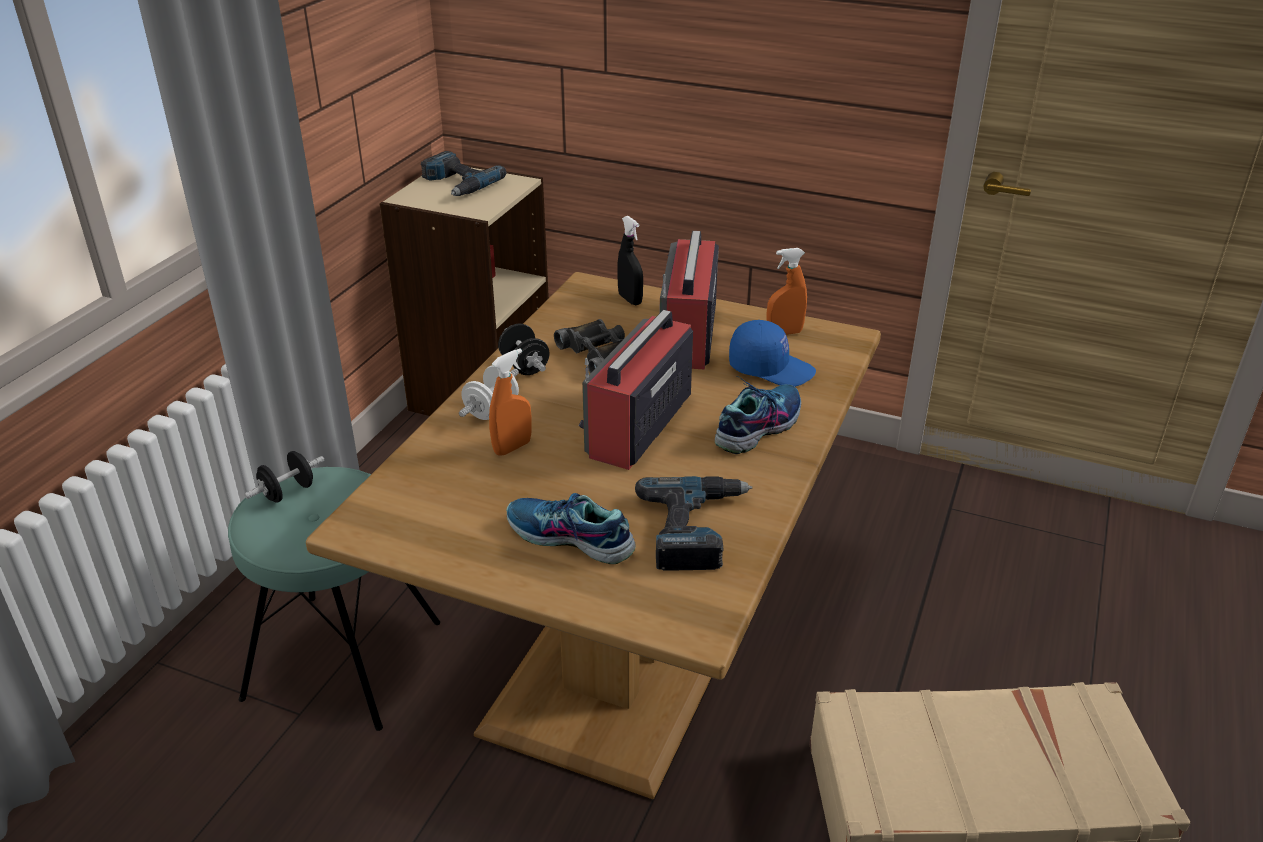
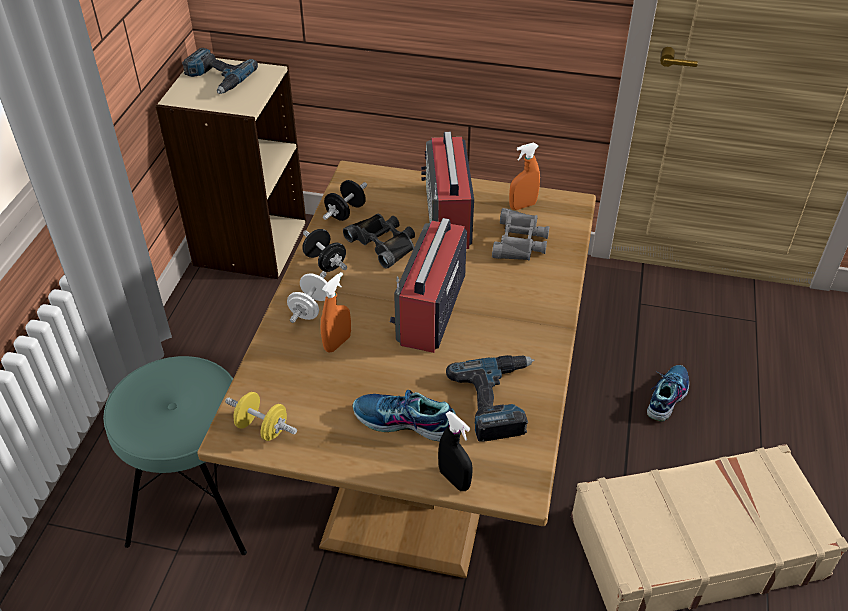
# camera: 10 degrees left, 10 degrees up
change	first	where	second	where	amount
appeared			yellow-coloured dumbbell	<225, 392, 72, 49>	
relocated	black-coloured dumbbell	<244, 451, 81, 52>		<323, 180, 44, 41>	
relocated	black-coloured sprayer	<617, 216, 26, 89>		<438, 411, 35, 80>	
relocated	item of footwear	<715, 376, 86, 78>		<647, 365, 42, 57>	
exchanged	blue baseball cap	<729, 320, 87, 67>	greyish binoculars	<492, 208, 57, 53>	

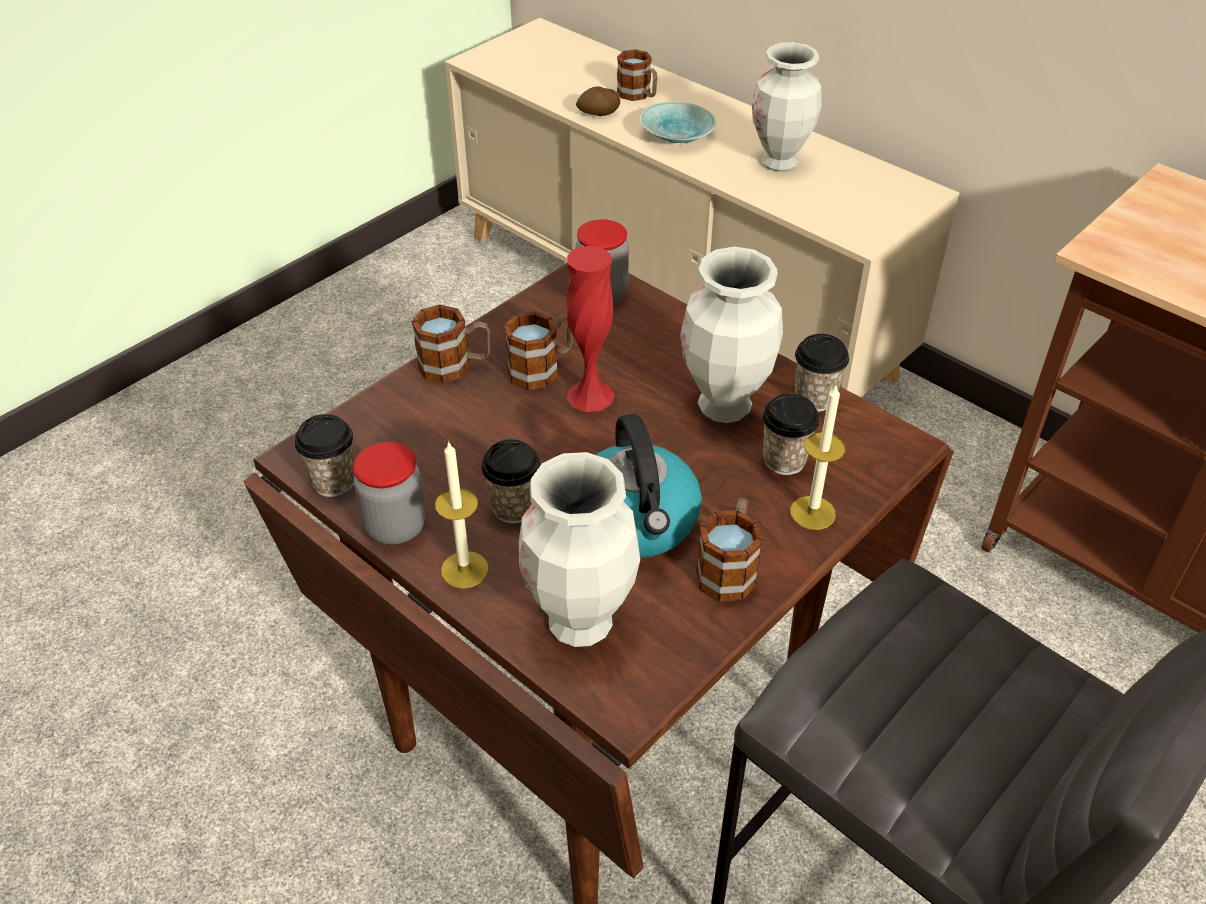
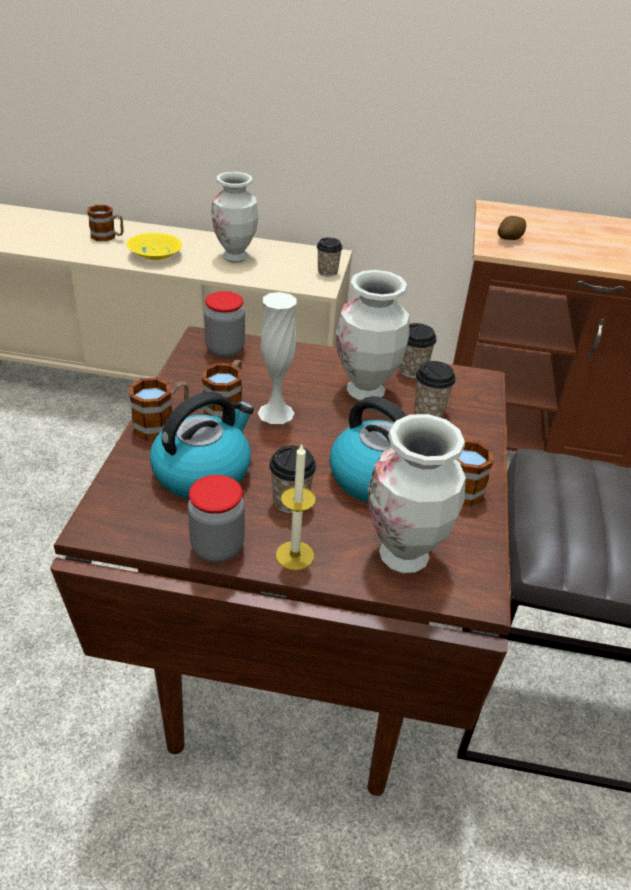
# camera: 35 degrees left, 5 degrees down
change	first	where	second	where	amount
missing	wax light	<790, 386, 55, 144>			
appeared			tea kettle	<150, 392, 104, 107>	
relocated	small cup	<295, 414, 60, 83>		<317, 237, 26, 40>	
relocated	potato	<576, 86, 44, 30>		<498, 216, 28, 24>	
colour	red decorative vase	<567, 246, 48, 166>	white decorative vase	<258, 292, 39, 132>	
colour	turquoise serving bowl	<640, 102, 76, 41>	yellow-coloured serving bowl	<126, 233, 56, 27>	

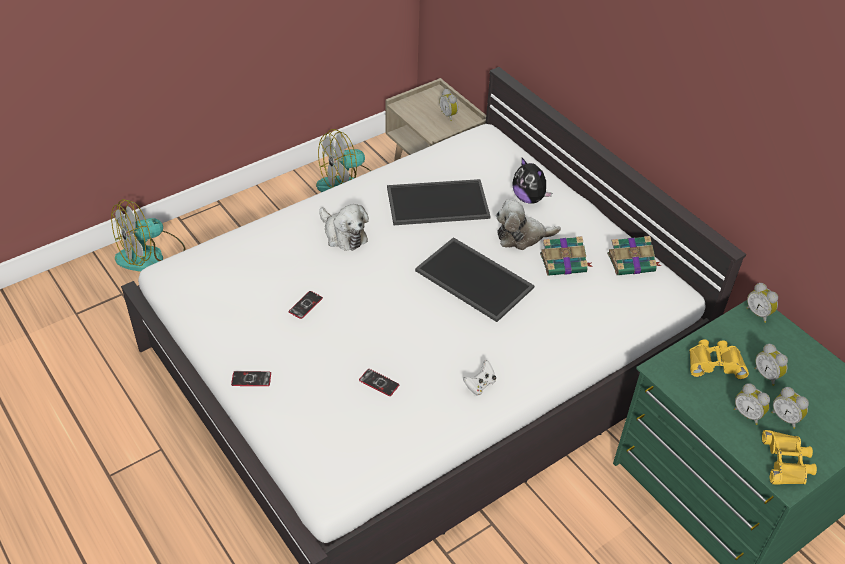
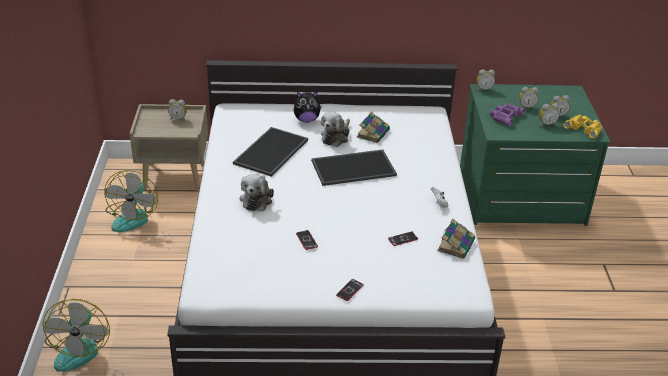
# camera: 55 degrees left, 10 degrees down
change	first	where	second	where	amount
relocated	bound book	<607, 236, 55, 39>		<437, 219, 38, 40>	
colour	yellow-coloured binoculars	<689, 340, 60, 39>	purplish binoculars	<490, 102, 35, 25>	
spun	plush toy	<319, 204, 50, 47>		<239, 174, 35, 37>	105 degrees clockwise

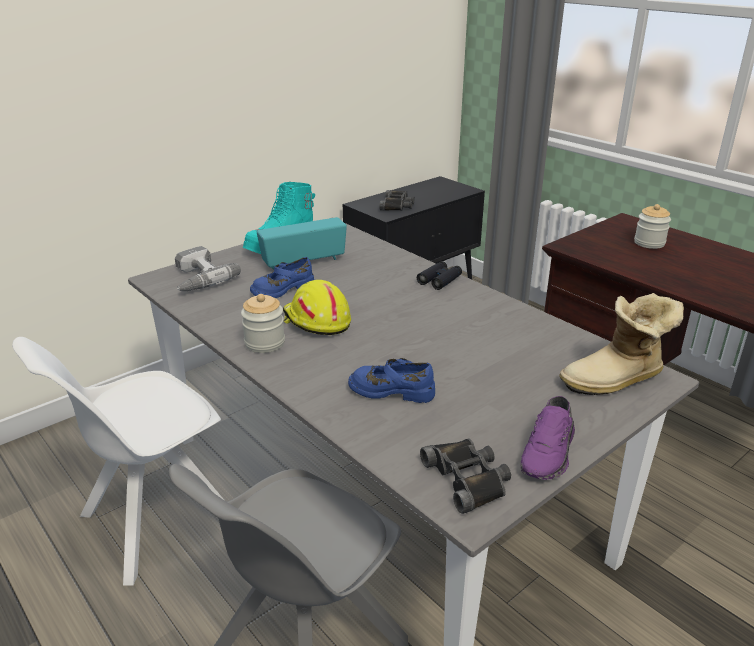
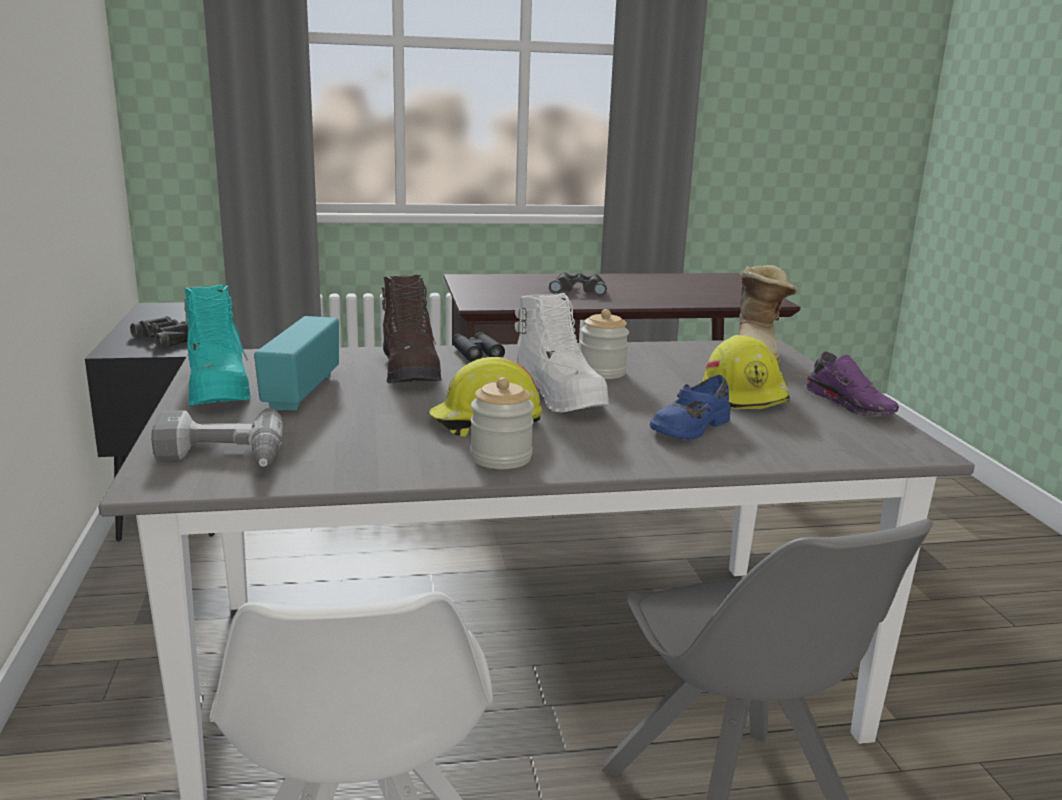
# camera: 60 degrees left, 10 degrees down
change	first	where	second	where	amount
missing	blue item of footwear	<250, 257, 64, 41>			
appeared			brownish boot	<382, 274, 59, 109>	
appeared			white boot	<515, 293, 94, 119>	
appeared			yellow-coloured work helmet	<703, 335, 87, 74>	
relocated	black-coloured binoculars	<420, 438, 91, 76>		<549, 272, 58, 24>	
relocated	preserve jar	<634, 204, 37, 45>		<580, 309, 49, 70>	

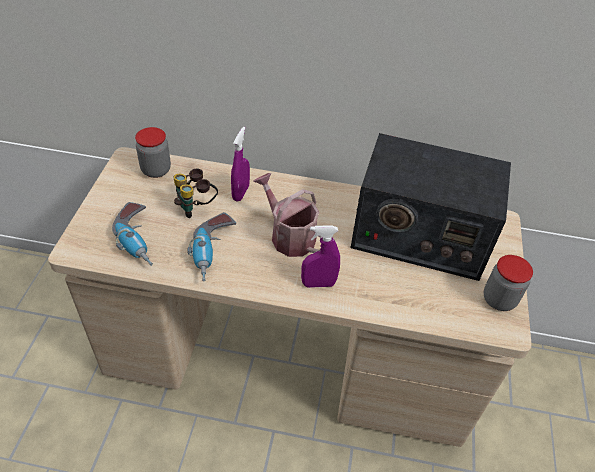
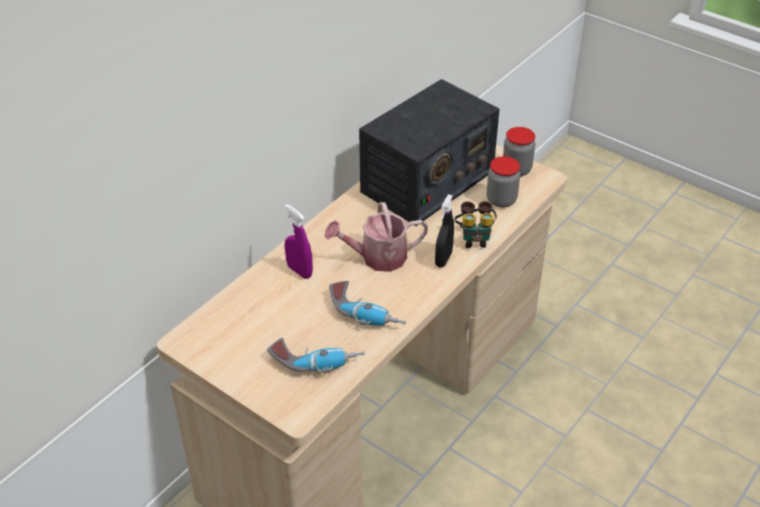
# camera: 60 degrees left, 5 degrees down
change	first	where	second	where	amount
relocated	preserve jar	<135, 127, 36, 51>		<487, 156, 33, 52>	
relocated	binoculars	<174, 168, 44, 50>		<455, 201, 42, 47>	
colour	purplish sprayer	<301, 225, 39, 63>	black-coloured sprayer	<435, 194, 19, 74>	

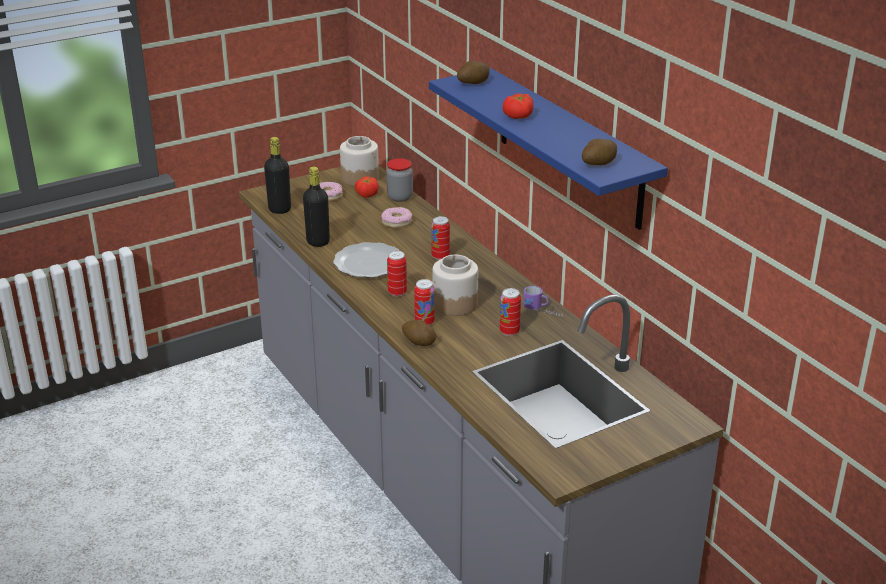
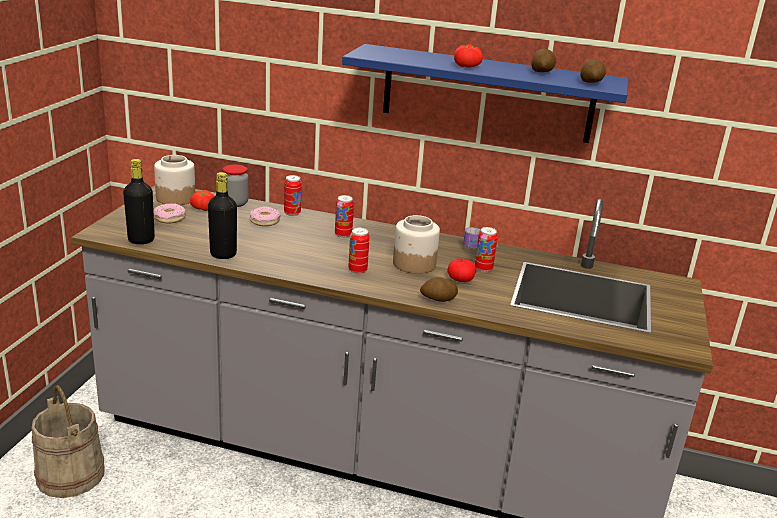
# camera: 45 degrees left, 5 degrees down
change	first	where	second	where	amount
missing	flat dish	<333, 242, 66, 36>			
appeared			beige-coloured bucket	<32, 385, 73, 113>	
appeared			fresh tomato	<448, 258, 28, 24>	
relocated	sealed can	<414, 279, 21, 47>		<284, 175, 18, 41>	
relocated	potato	<457, 61, 33, 23>		<531, 49, 25, 23>	

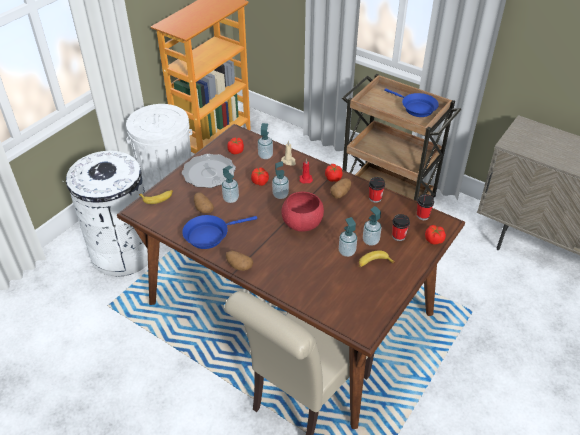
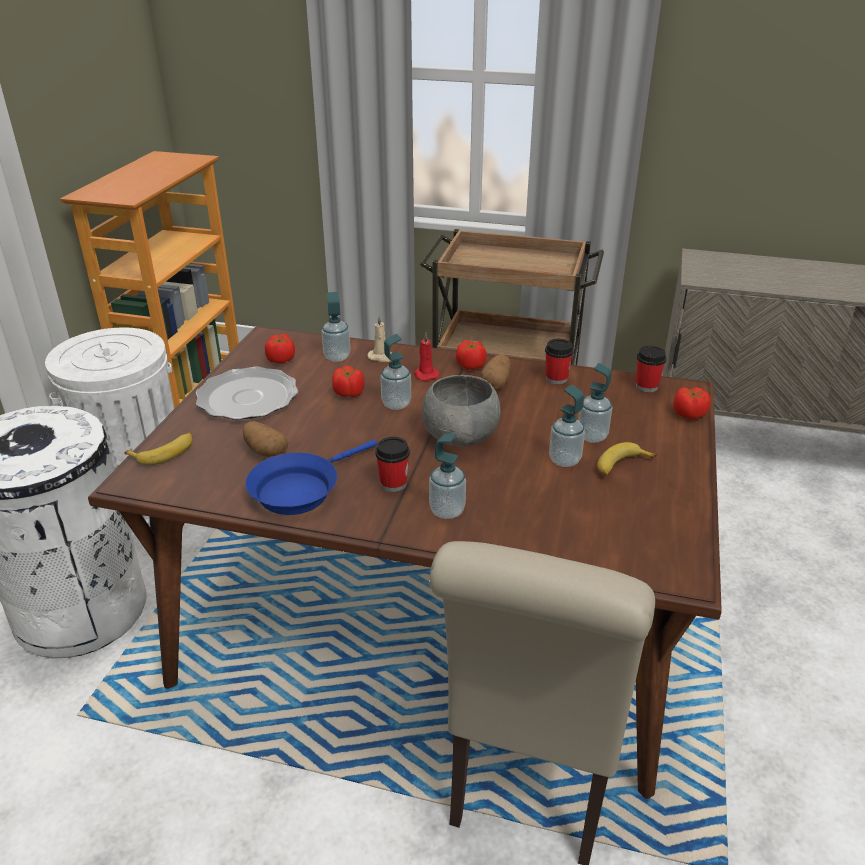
# camera: 20 degrees left, 10 degrees down
change	first	where	second	where	amount
missing	potato	<226, 251, 27, 20>			
missing	blue pan	<384, 88, 55, 29>			
relocated	liquid soap bottle	<222, 166, 17, 37>		<429, 434, 37, 85>	
relocated	small cup	<392, 214, 18, 27>		<375, 437, 35, 55>	
colour	red serving bowl	<281, 192, 43, 40>	greyish serving bowl	<422, 375, 78, 72>	

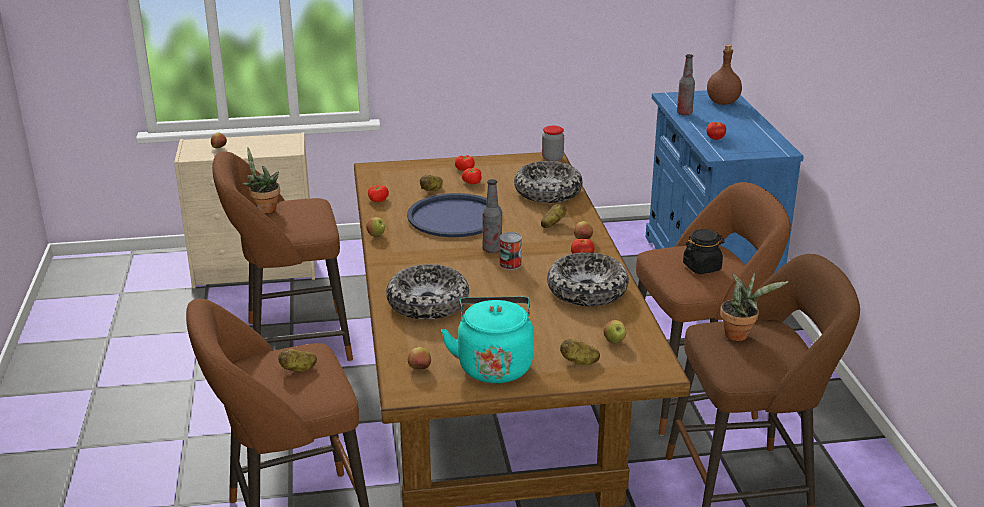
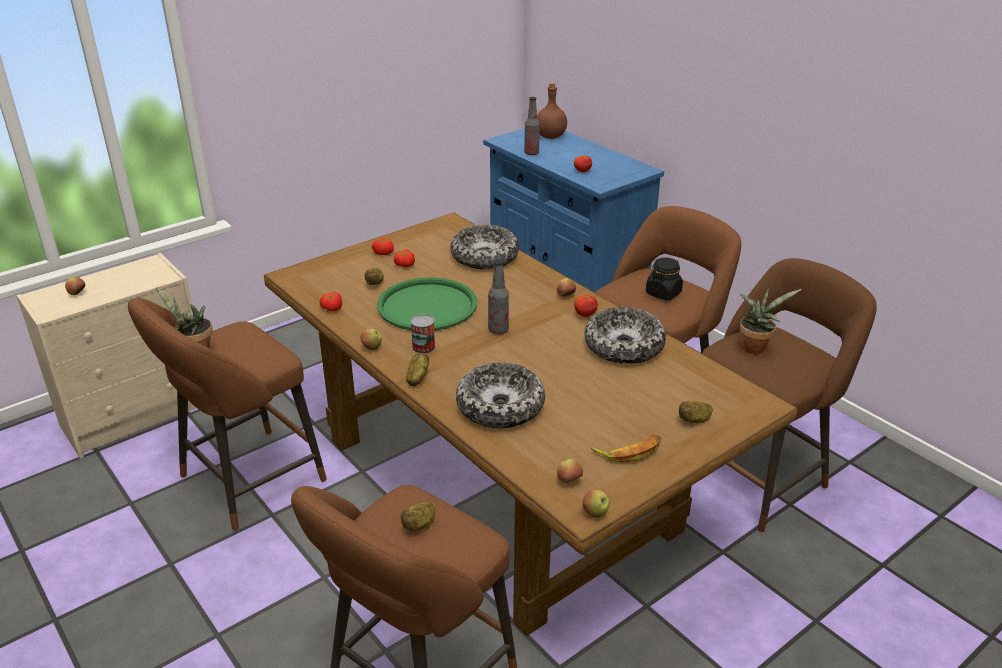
# camera: 30 degrees left, 5 degrees up
change	first	where	second	where	amount
missing	preserve jar	<542, 126, 22, 35>			
relocated	sealed can	<499, 232, 23, 38>		<411, 314, 24, 40>	
relocated	potato	<541, 204, 26, 24>		<406, 353, 23, 33>	
relocated	whole apple	<604, 320, 22, 24>		<583, 489, 27, 29>	
exchanged	turquoise tea kettle	<441, 297, 93, 87>	whole banana	<591, 434, 70, 28>	
colour	blue tray	<407, 193, 95, 44>	greenish tray	<377, 277, 100, 54>	

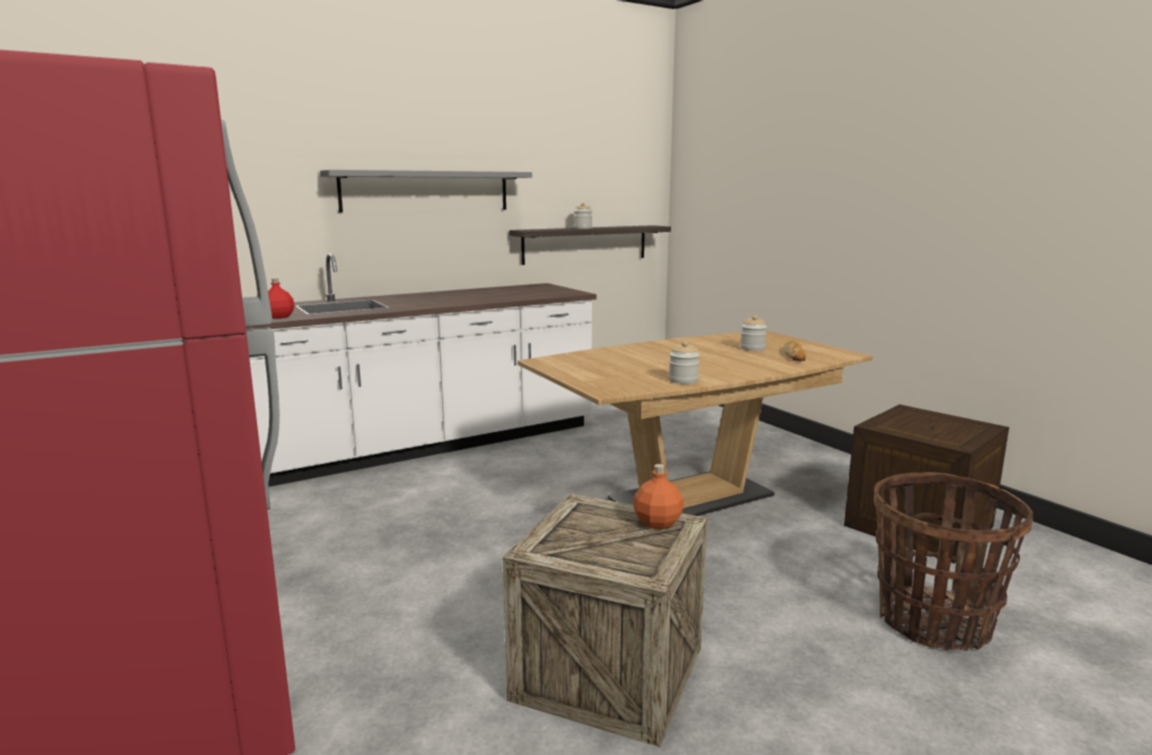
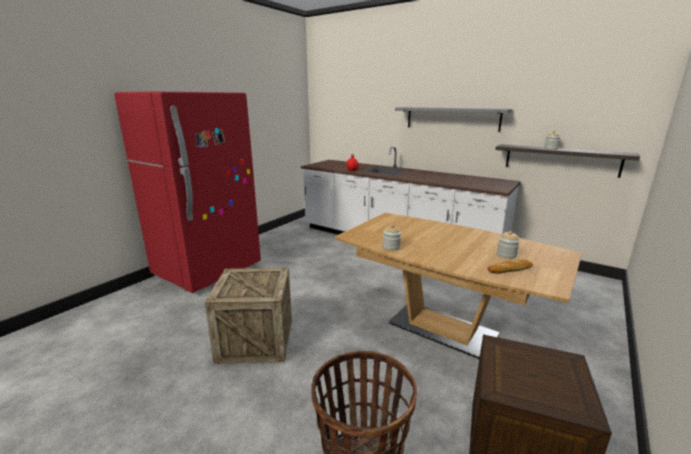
# camera: 65 degrees right, 5 degrees up
change	first	where	second	where	amount
missing	orange bottle	<633, 464, 51, 65>			

